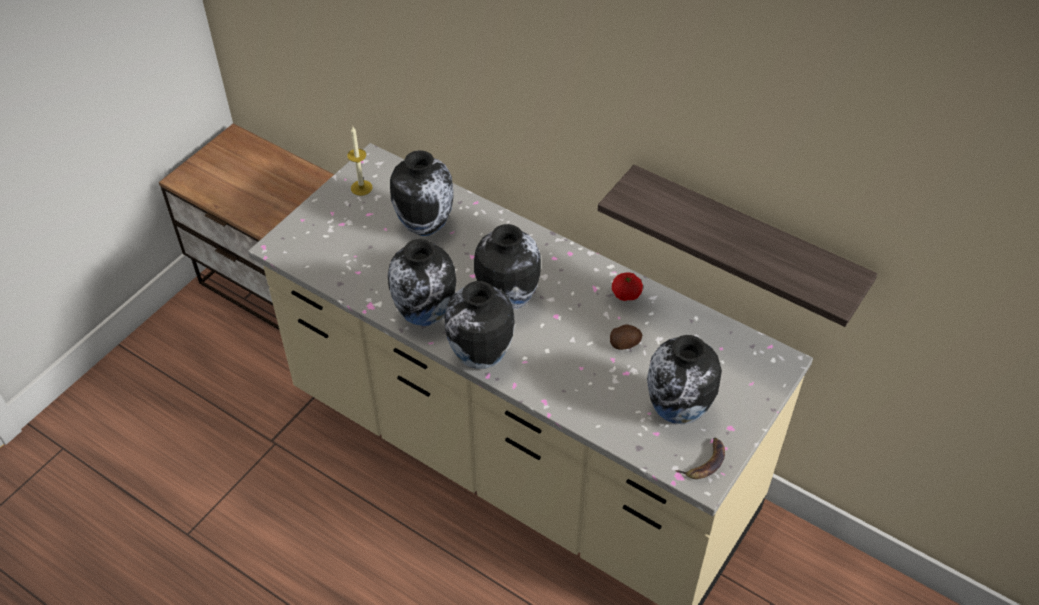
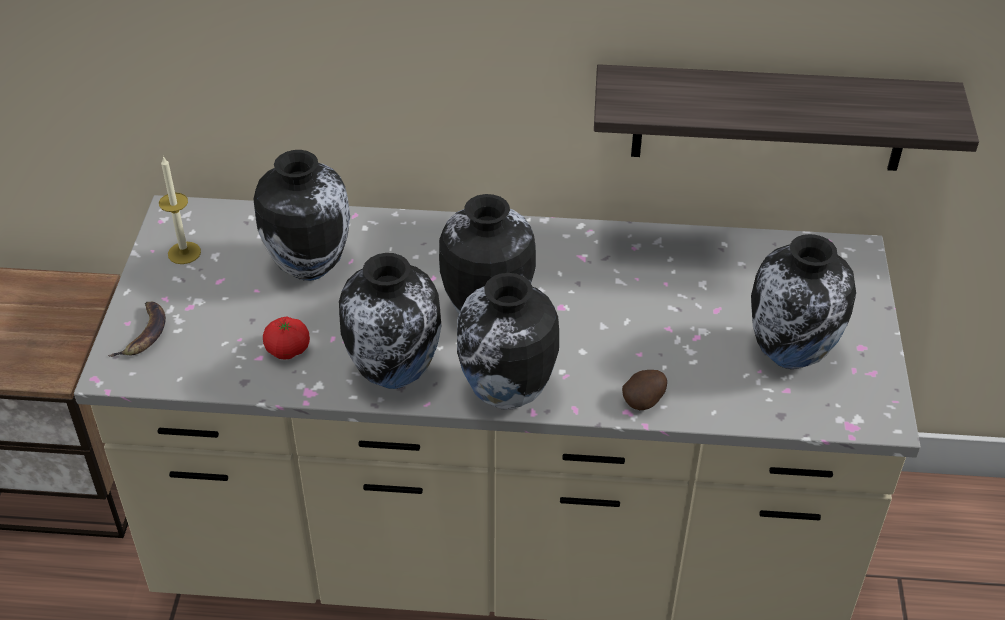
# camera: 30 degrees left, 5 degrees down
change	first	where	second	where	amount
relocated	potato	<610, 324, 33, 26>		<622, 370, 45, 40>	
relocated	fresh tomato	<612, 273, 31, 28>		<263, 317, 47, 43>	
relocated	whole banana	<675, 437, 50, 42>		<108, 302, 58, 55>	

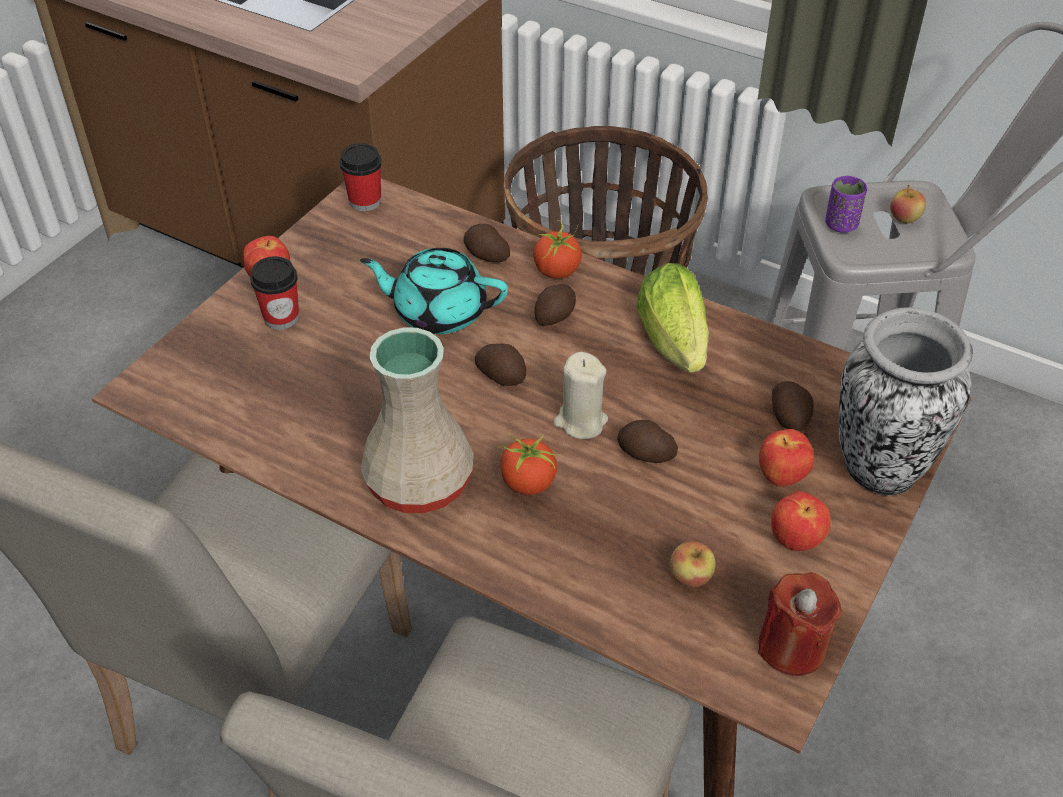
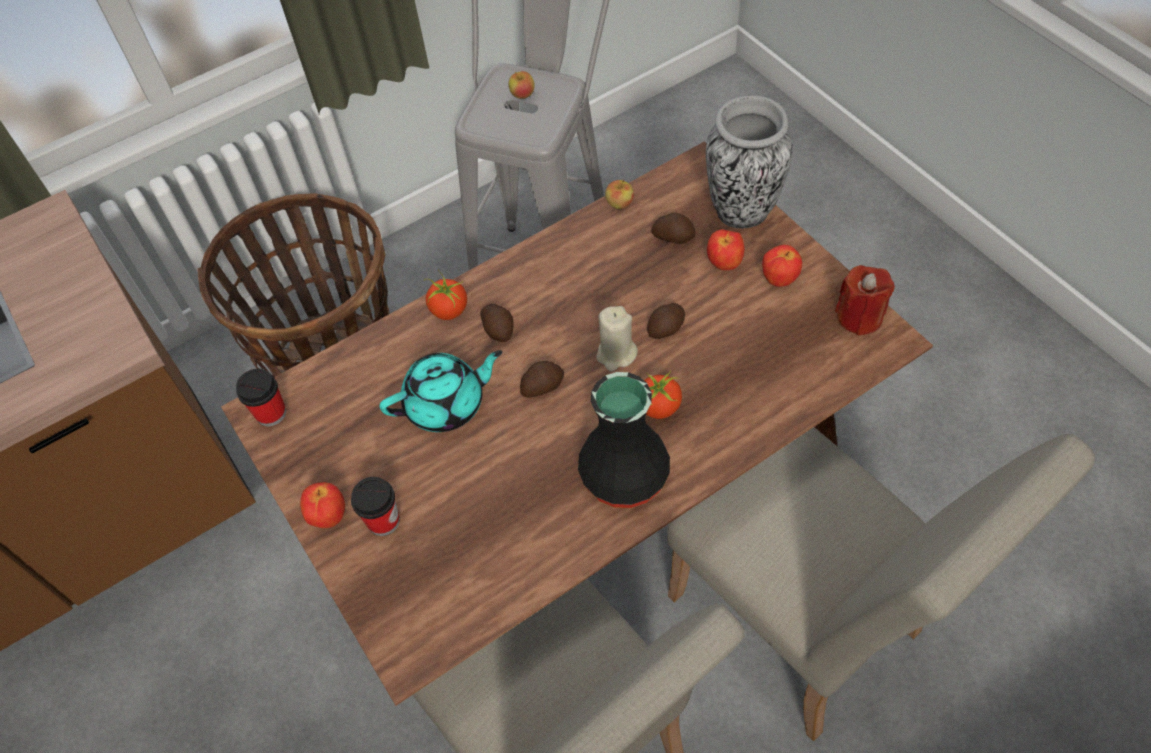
# camera: 60 degrees left, 10 degrees up
change	first	where	second	where	amount
missing	potato	<464, 224, 46, 39>			
missing	lettuce	<636, 263, 73, 110>			
missing	purplish small cup	<825, 176, 42, 57>			
relocated	whole apple	<670, 541, 45, 46>		<605, 179, 29, 30>	
colour	beige-coloured decorative vase	<361, 327, 113, 186>	black-coloured decorative vase	<578, 372, 92, 136>	
spun	turquoise tea pot	<360, 248, 148, 86>		<379, 350, 123, 82>	150 degrees counterclockwise

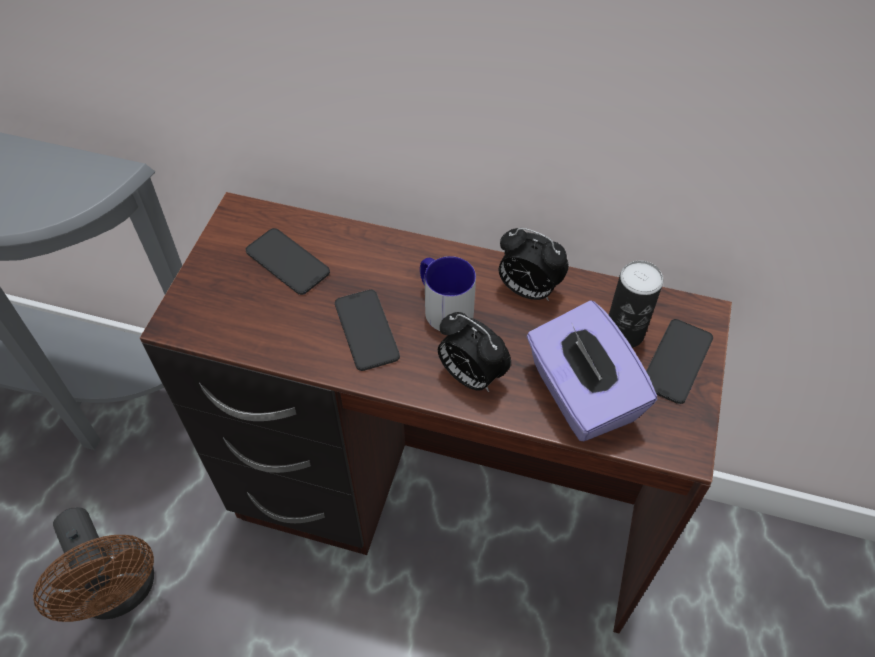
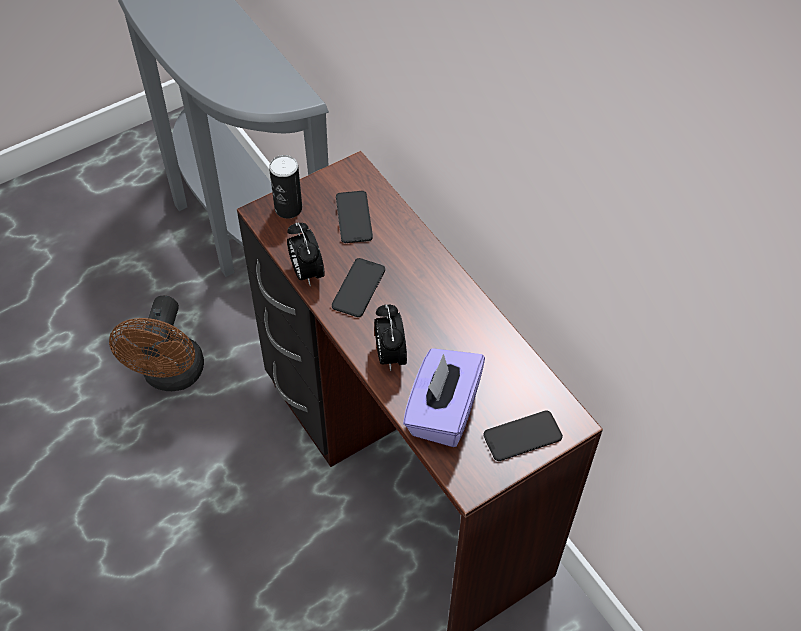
# camera: 40 degrees right, 0 degrees up
change	first	where	second	where	amount
missing	coffee mug	<420, 256, 56, 75>			
relocated	alarm clock	<499, 228, 70, 73>		<287, 223, 38, 63>	
relocated	sealed can	<609, 261, 55, 87>		<269, 155, 33, 64>	

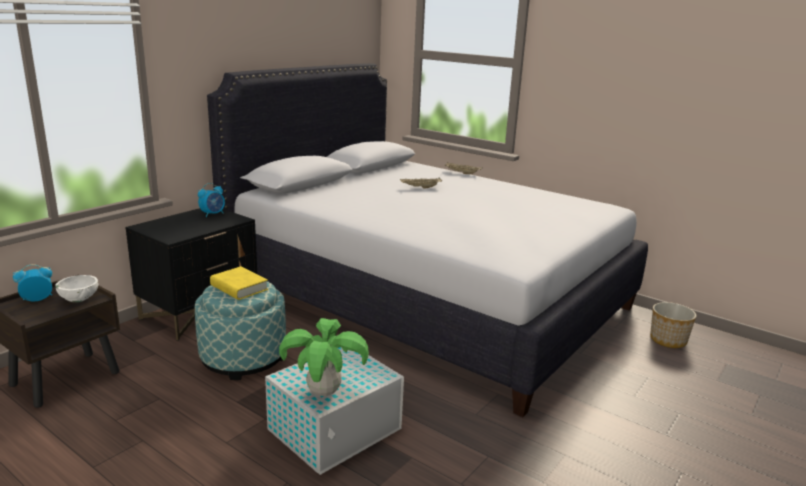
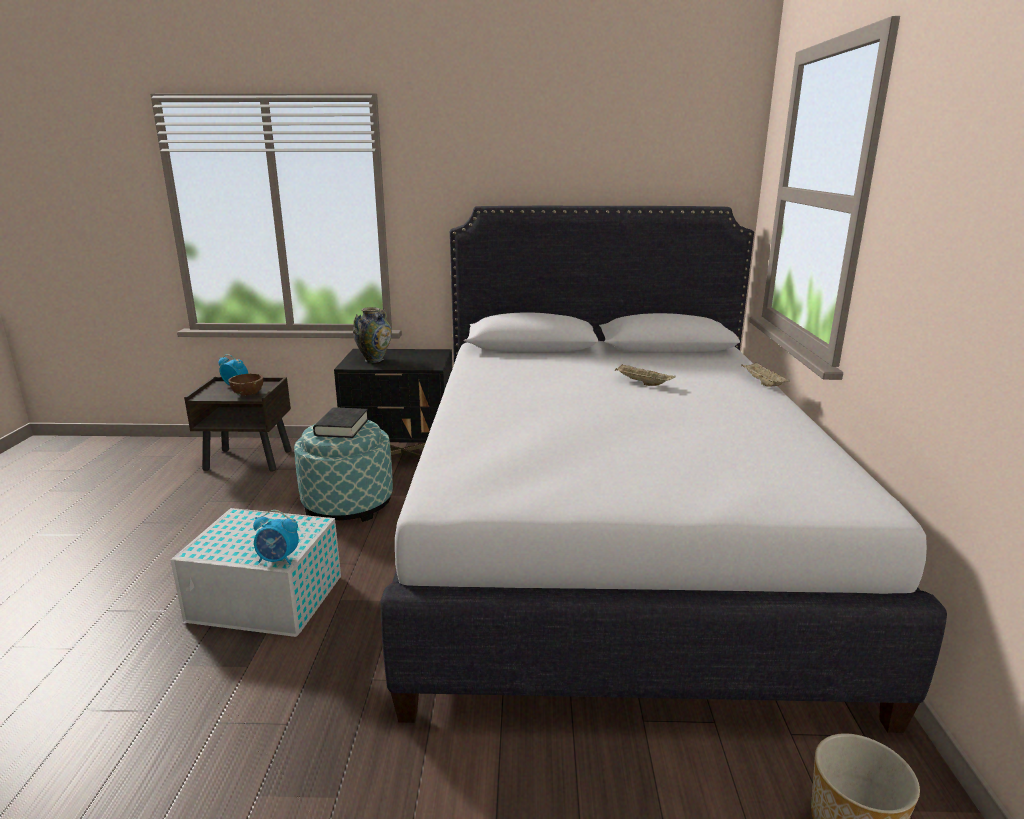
# camera: 55 degrees right, 0 degrees up
change	first	where	second	where	amount
missing	houseplant	<279, 318, 90, 78>			
appeared			decorative vase	<353, 307, 39, 56>	
relocated	alarm clock	<198, 183, 27, 35>		<253, 510, 46, 55>	
colour	white serving bowl	<56, 275, 43, 27>	brownish serving bowl	<228, 373, 35, 23>	
colour	yellow-coloured bound book	<210, 266, 58, 34>	black-coloured bound book	<313, 407, 56, 31>	

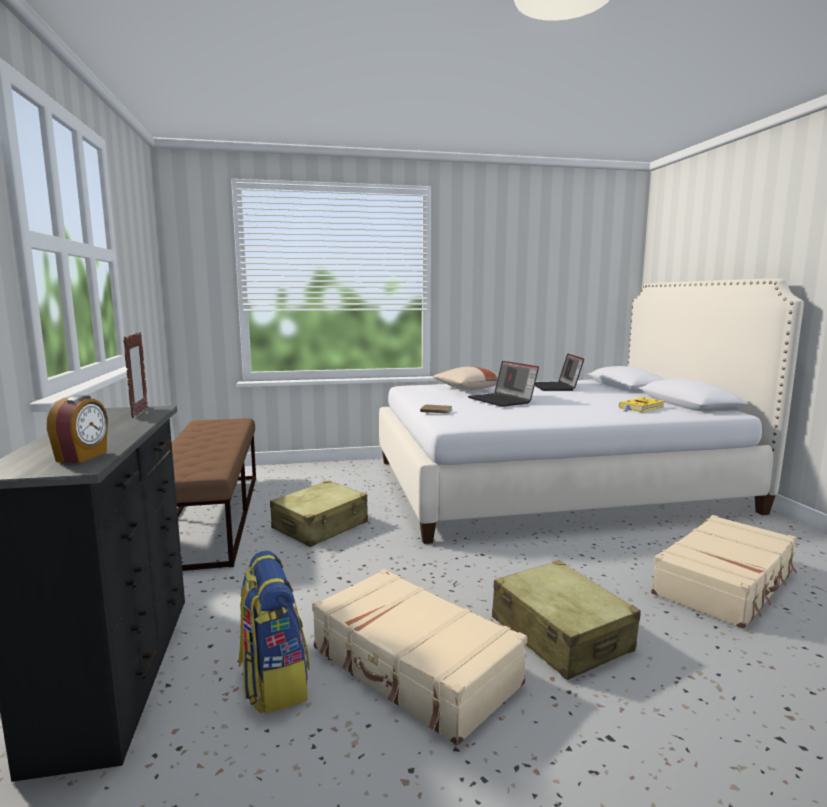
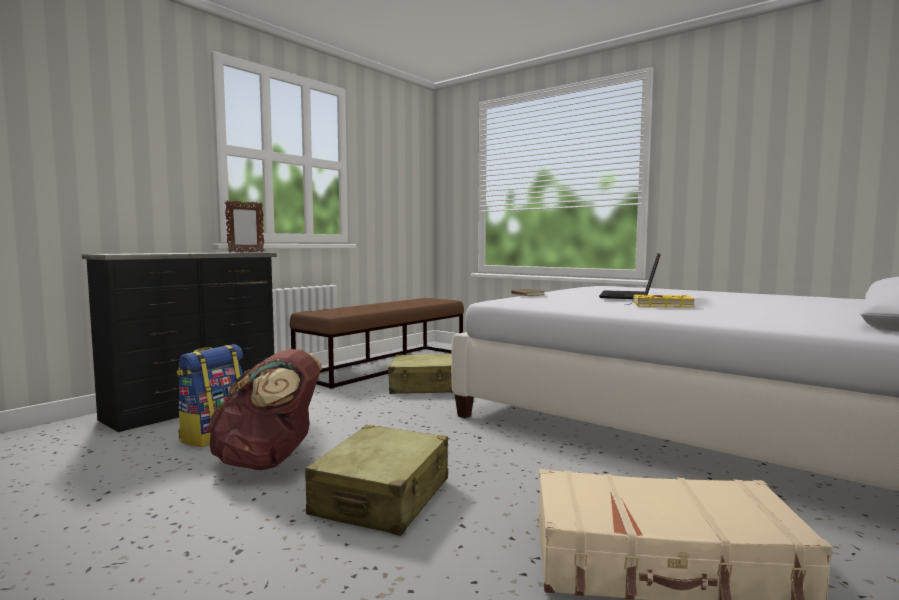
# camera: 50 degrees right, 5 degrees down
change	first	where	second	where	amount
missing	alarm clock	<47, 395, 61, 68>			
missing	beige-coloured cushion	<433, 366, 65, 24>			
missing	portable computer	<535, 353, 49, 38>			
relocated	yellow-coloured bound book	<618, 397, 47, 15>		<625, 295, 70, 13>	
exchanged	beige-coloured piece of luggage	<312, 569, 215, 177>	brownish rucksack	<206, 349, 116, 121>	

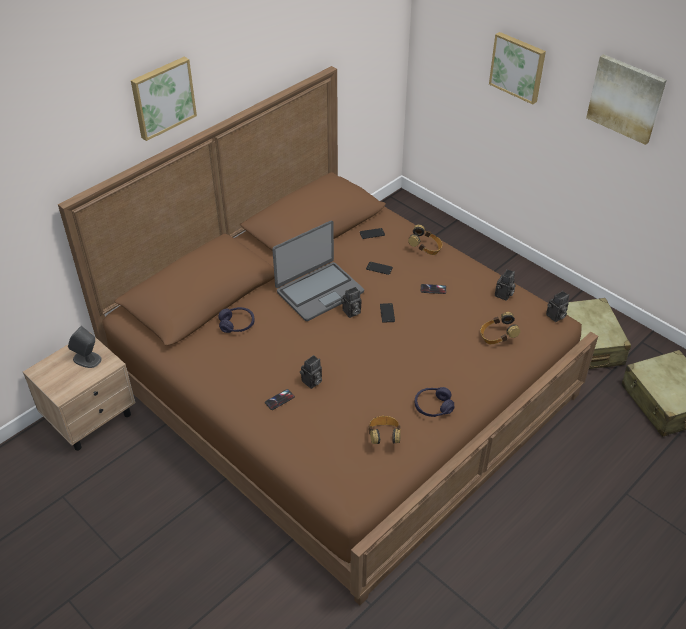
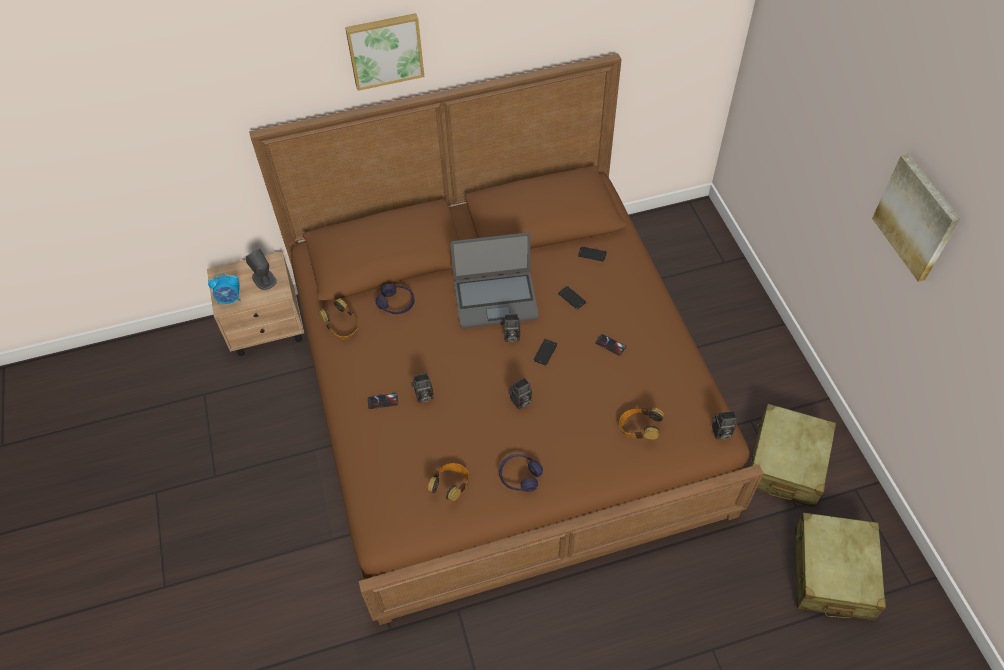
# camera: 30 degrees right, 10 degrees up
change	first	where	second	where	amount
missing	wall picture	<489, 32, 57, 73>			
appeared			alarm clock	<208, 273, 33, 32>	
relocated	pair of headphones	<408, 225, 34, 30>		<319, 298, 39, 41>	
relocated	still camera	<495, 269, 21, 32>		<508, 378, 24, 31>	

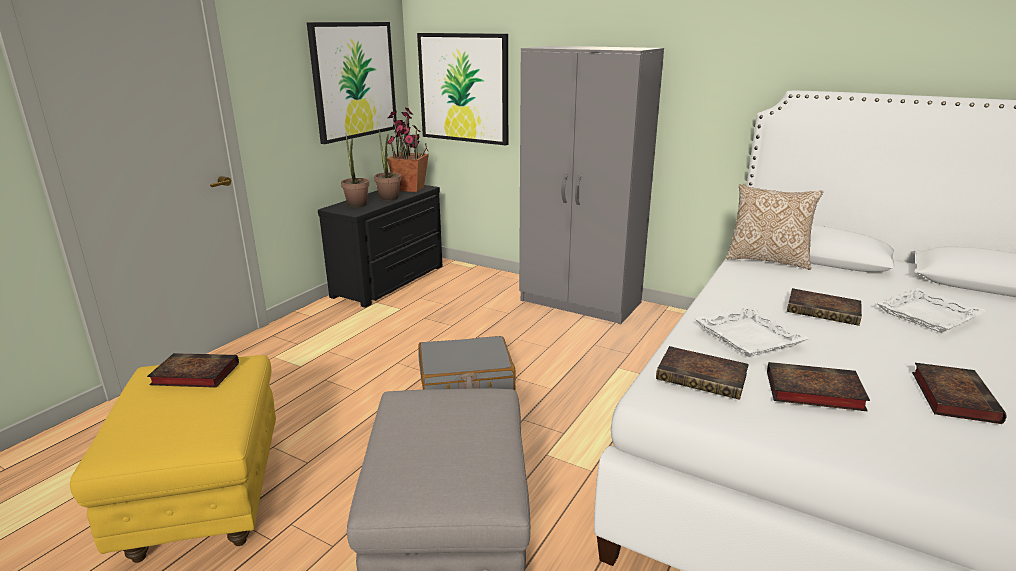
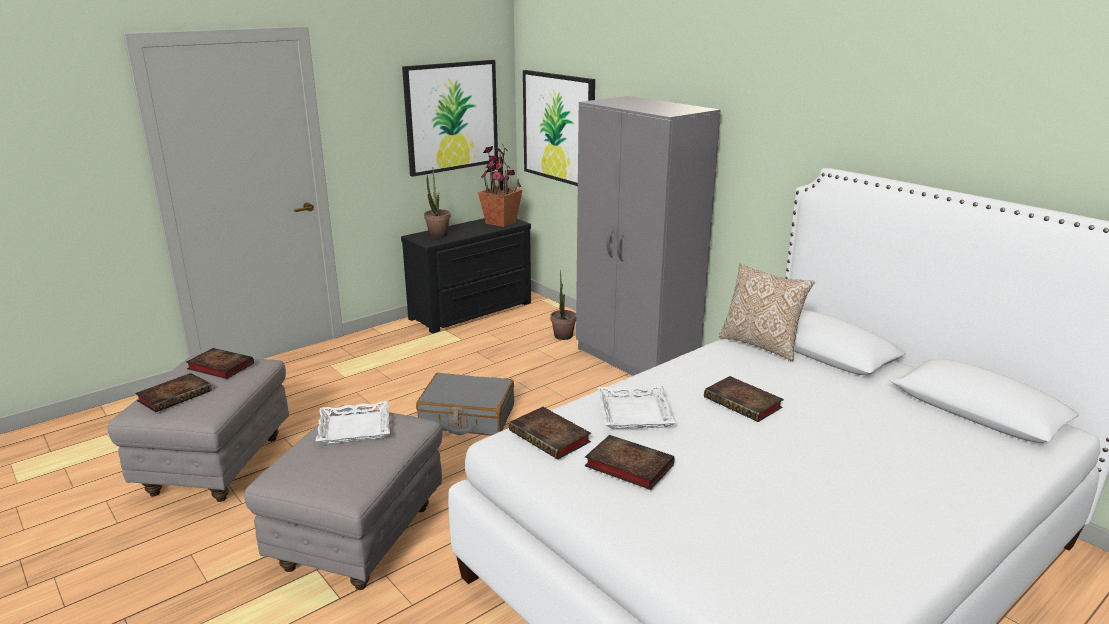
# camera: 20 degrees right, 0 degrees up
change	first	where	second	where	amount
relocated	houseplant	<374, 131, 27, 70>		<550, 270, 26, 70>	
relocated	white tray	<877, 288, 109, 45>		<316, 401, 74, 43>	
relocated	bound book	<912, 363, 95, 61>		<135, 373, 77, 39>	
colour	yellow-coloured footrest	<70, 355, 206, 208>	greyish footrest	<108, 355, 181, 147>	

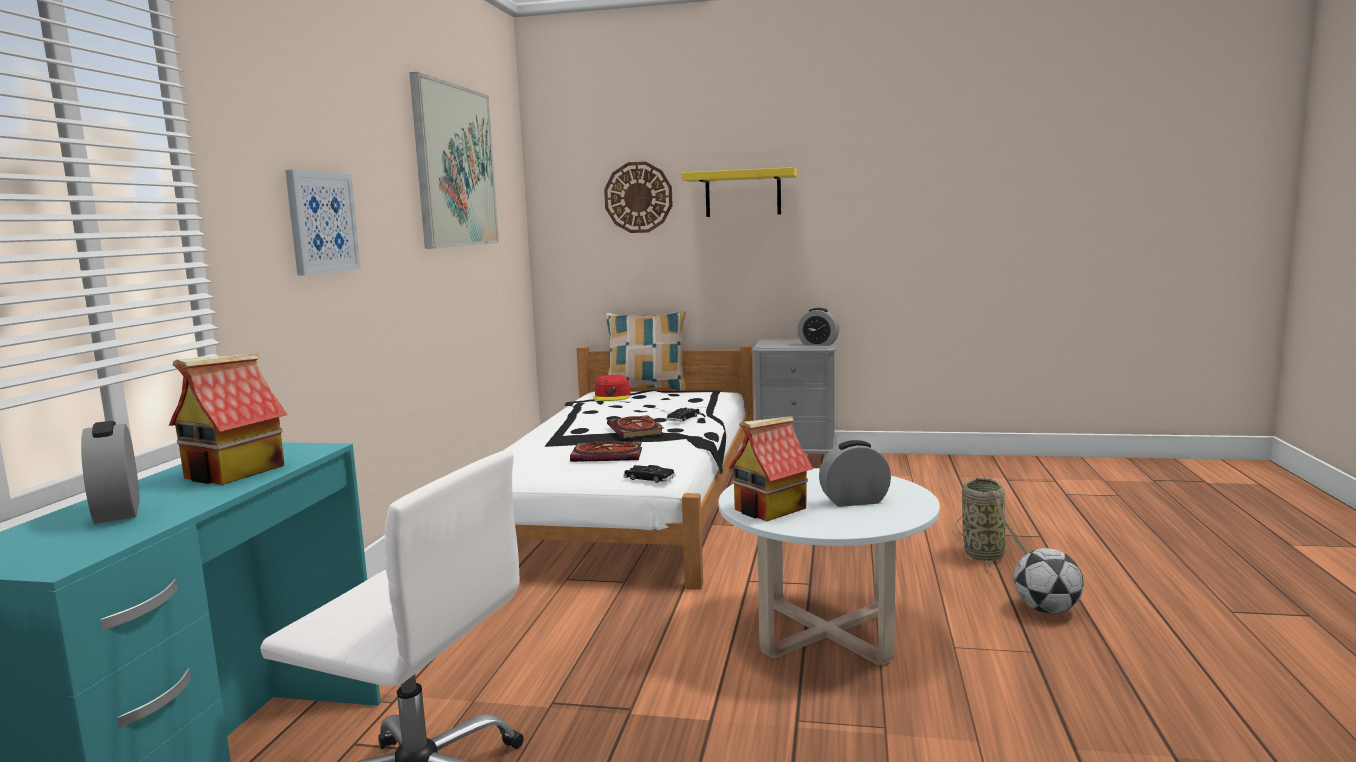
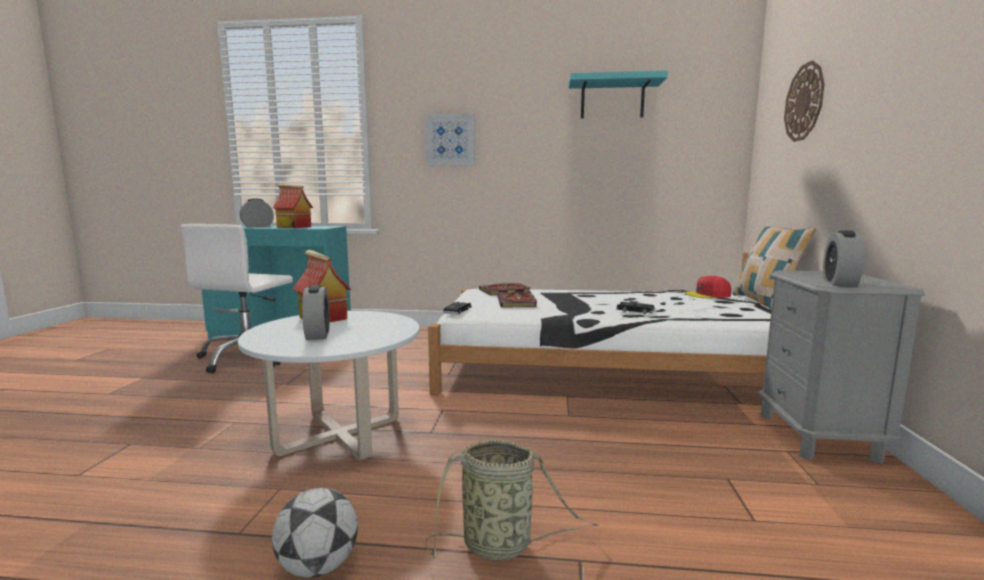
# camera: 85 degrees right, 0 degrees up
change	first	where	second	where	amount
missing	yellow-coloured bracket shelf	<681, 167, 116, 50>			
relocated	bound book	<607, 415, 57, 23>		<479, 283, 52, 13>	
exchanged	wall picture	<409, 72, 90, 177>	turquoise bracket shelf	<569, 70, 99, 48>	

